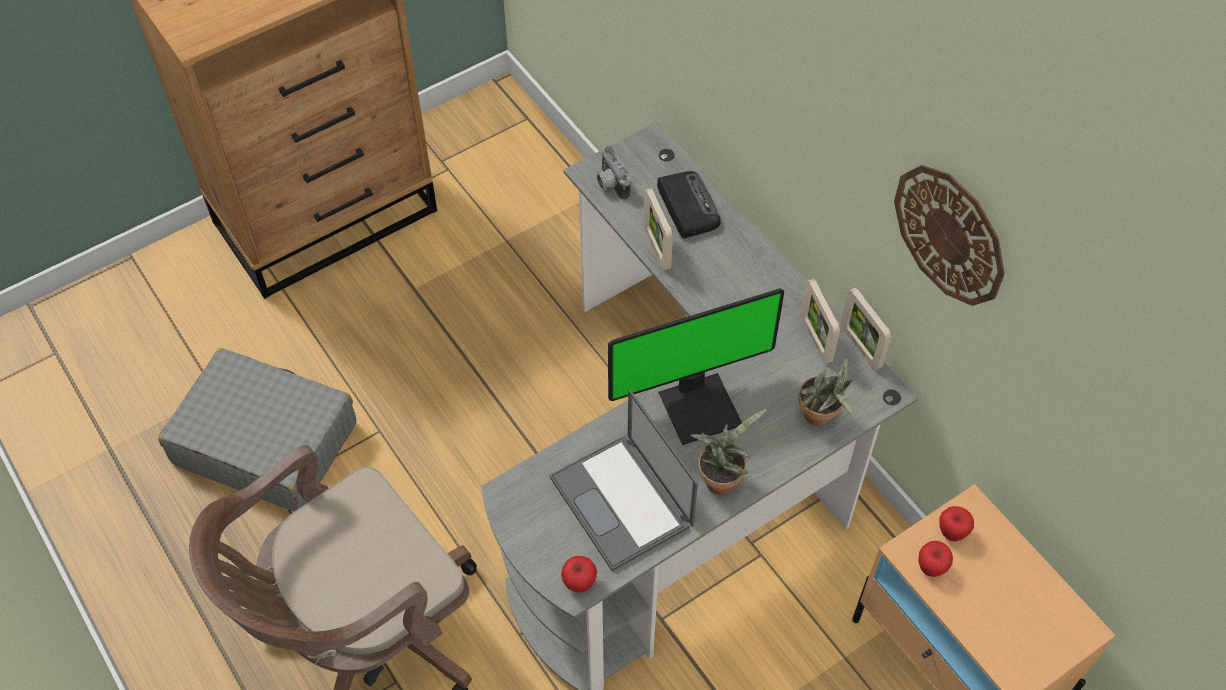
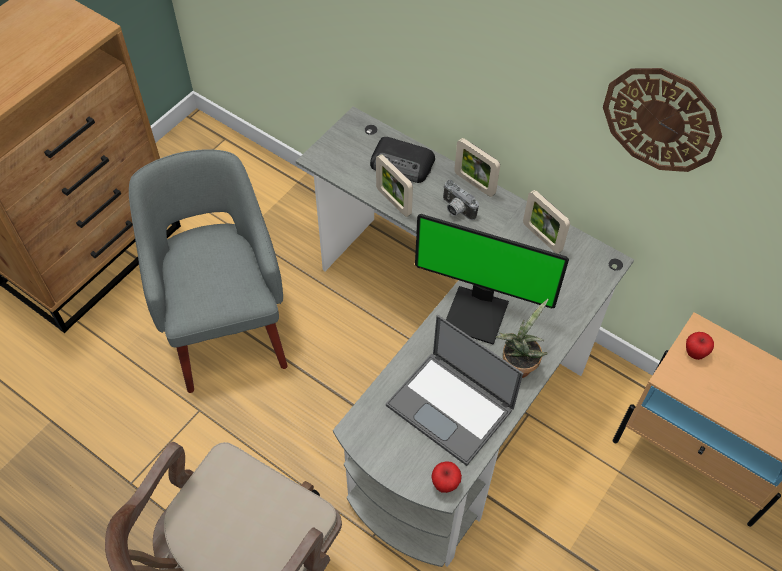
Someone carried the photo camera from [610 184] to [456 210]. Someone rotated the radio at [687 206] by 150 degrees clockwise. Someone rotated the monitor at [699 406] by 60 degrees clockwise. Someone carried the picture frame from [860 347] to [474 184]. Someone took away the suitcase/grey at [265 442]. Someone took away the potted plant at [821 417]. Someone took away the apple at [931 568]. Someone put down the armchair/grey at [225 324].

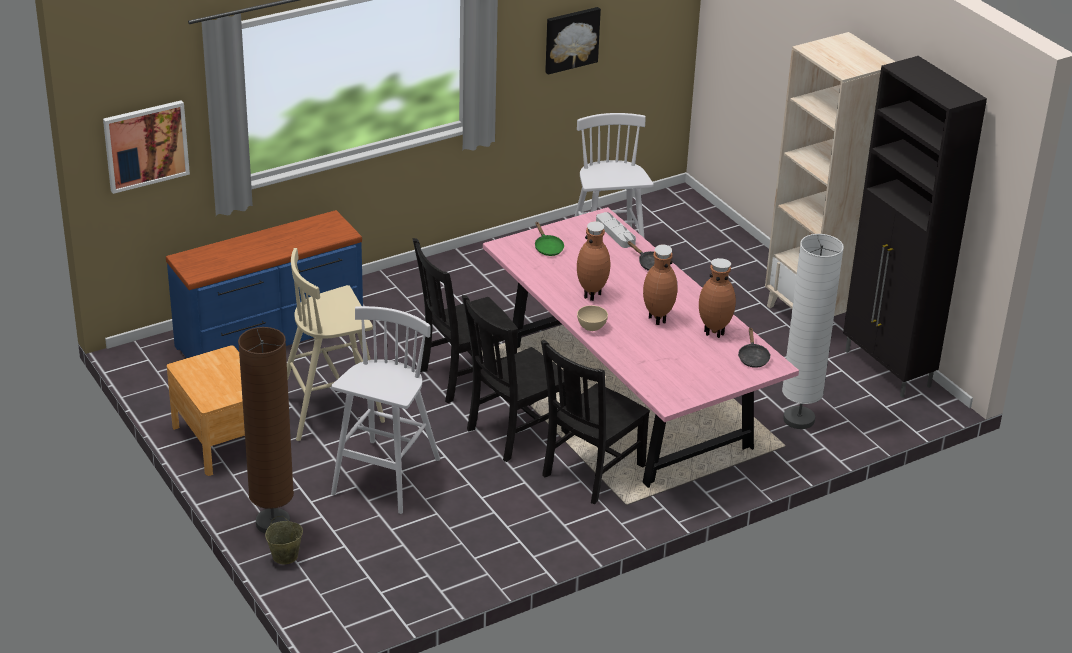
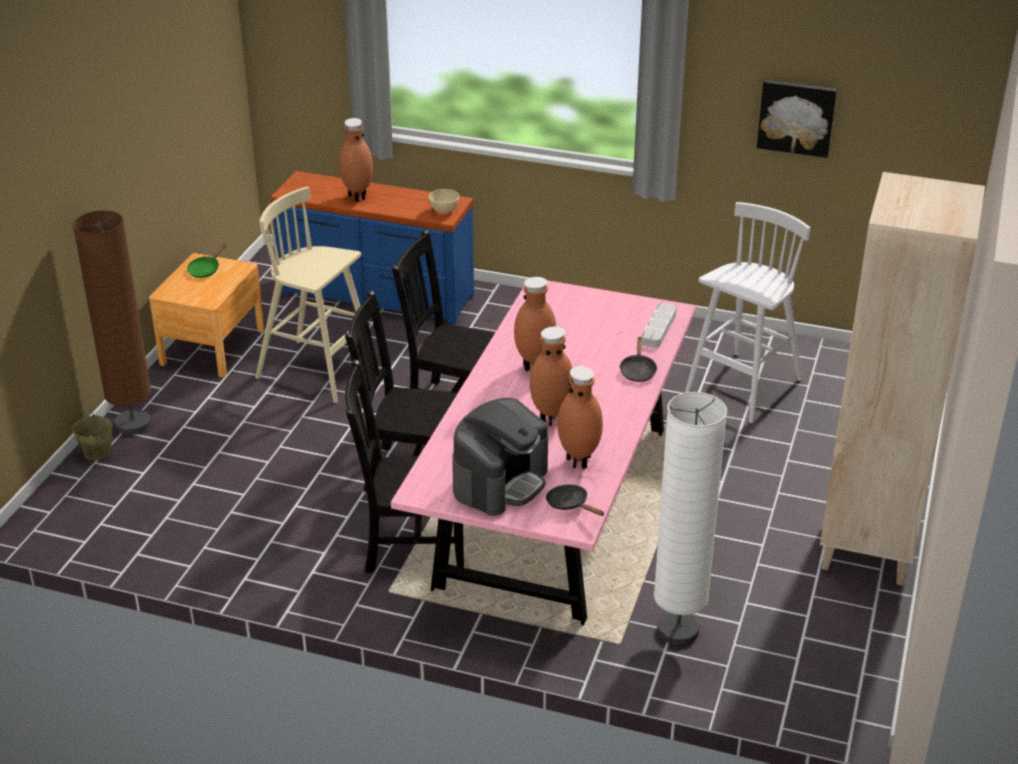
Someone took away the cabinet/black at [887 370]. Someone took away the picture at [146 145]. Someone carried the frying pan/green from [547 248] to [206 270]. Someone carried the bowl/beige from [591 327] to [444 210]. Someone took away the stool/white at [385 478]. Someone rotated the frying pan/black at [753 357] by 90 degrees clockwise. Someone put down the vase/brown at [357 196]. Someone put down the coffee machine at [500 481].

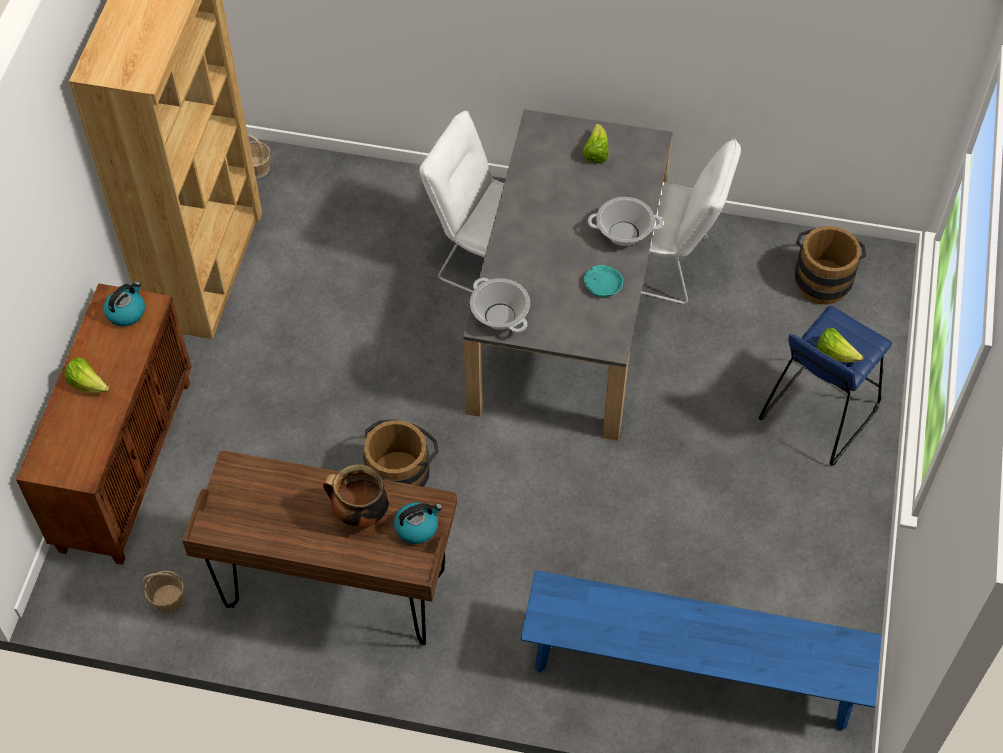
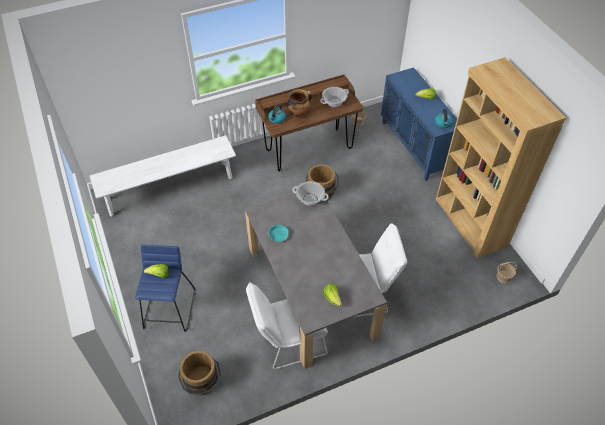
Someone carried the cooking pot from [624 233] to [334 102]. Someone repainted the cabinet/brown at [125 464], which became the cabinet/blue at [415 147]. Someone repainted the bench/blue at [692 672], which became the bench/white at [169 188].

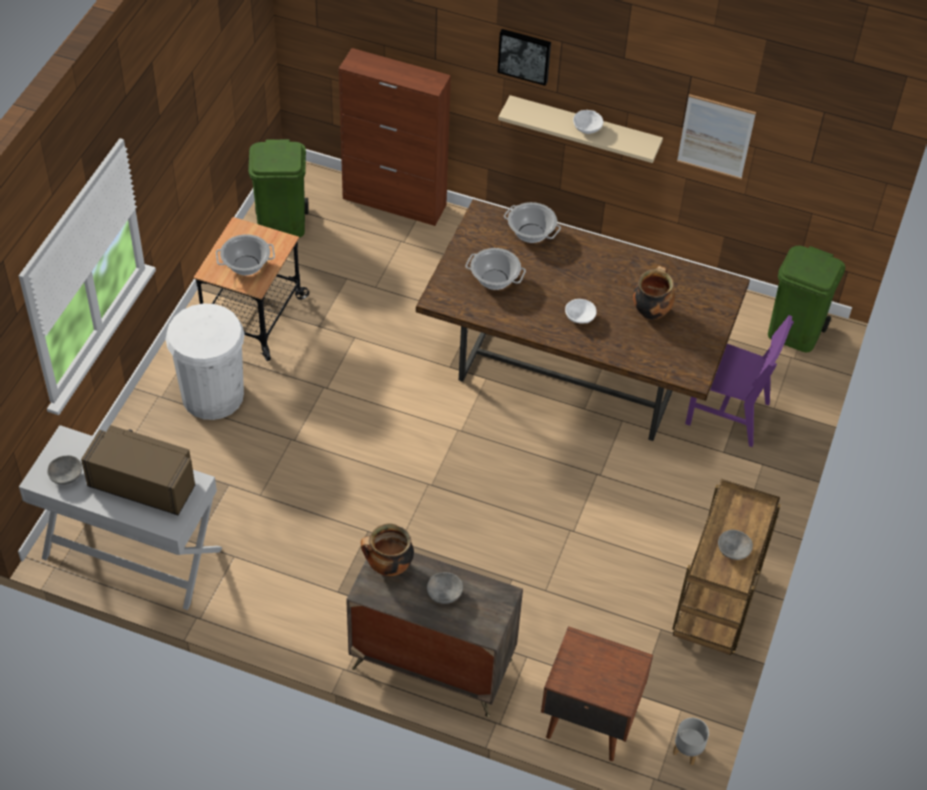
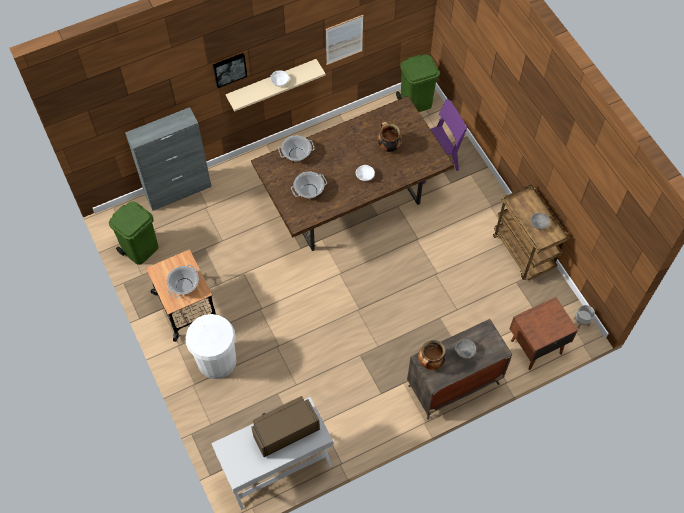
Someone repainted the cabinet/brown at [395 202], which became the cabinet/grey at [178 191]. Someone took away the bowl/grey at [67 476].

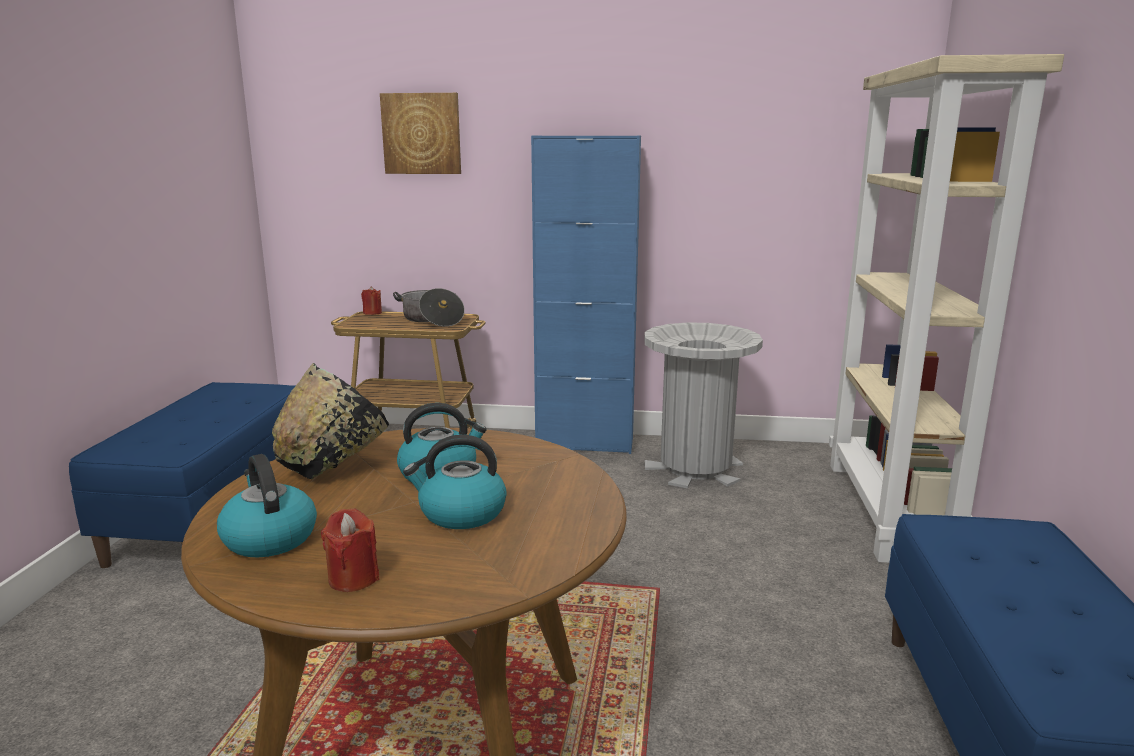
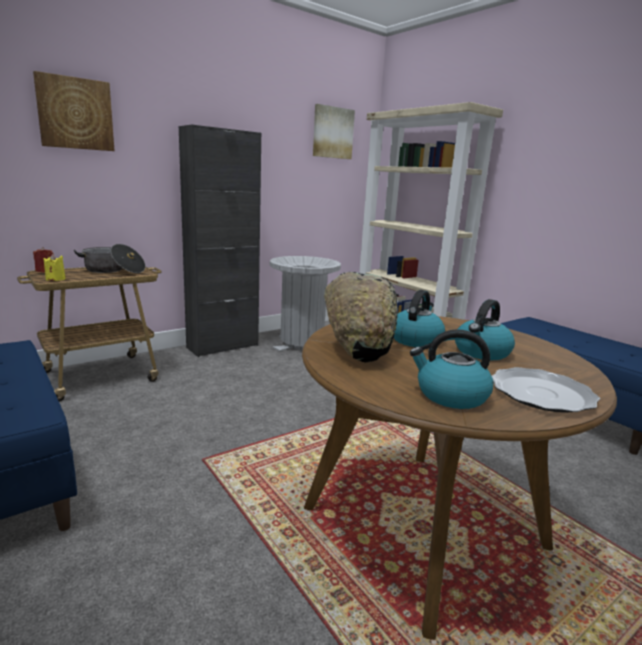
Someone repainted the cabinet/blue at [585 443], which became the cabinet/black at [222 346]. Someone swapped the candle/red at [353 578] for the plate at [541 393]. Someone put up the picture at [332 132]. Someone put down the candle/yellow at [55 279].

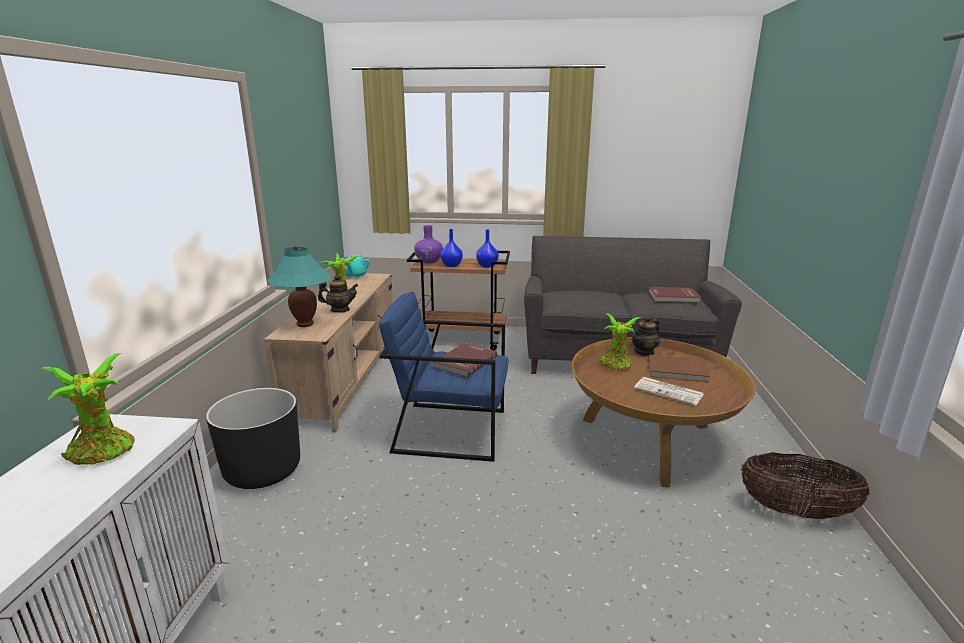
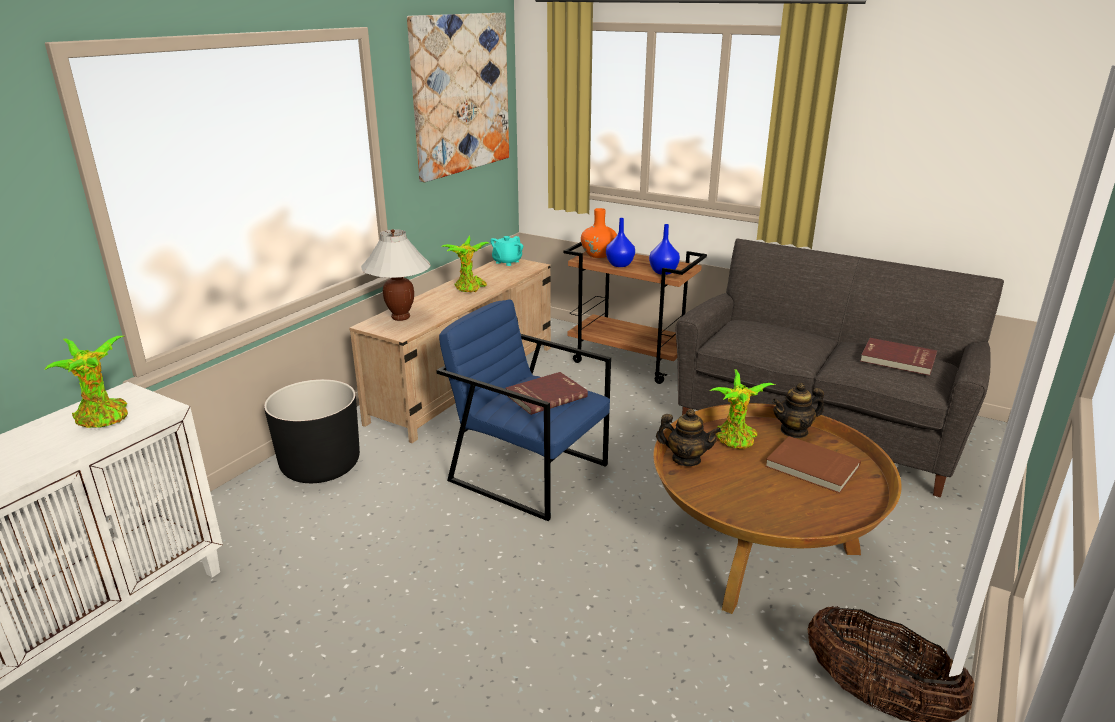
Someone repainted the vase/purple at [429 261], which became the vase/orange at [598 254]. Someone repainted the table lamp/turquoise at [305 324], which became the table lamp/white at [400 317]. Someone carried the teapot from [340 310] to [686 459]. Someone took away the newspaper at [669 391]. Someone put up the picture at [461 94].

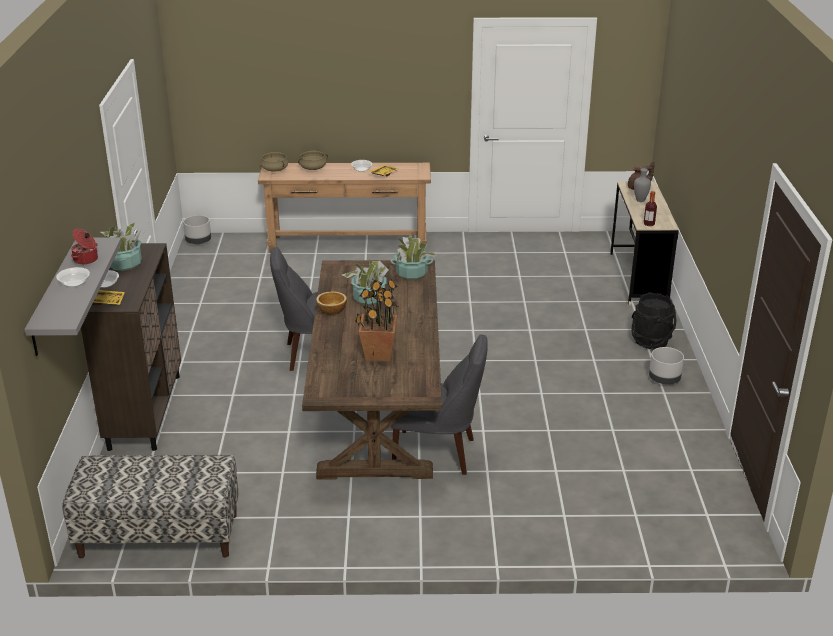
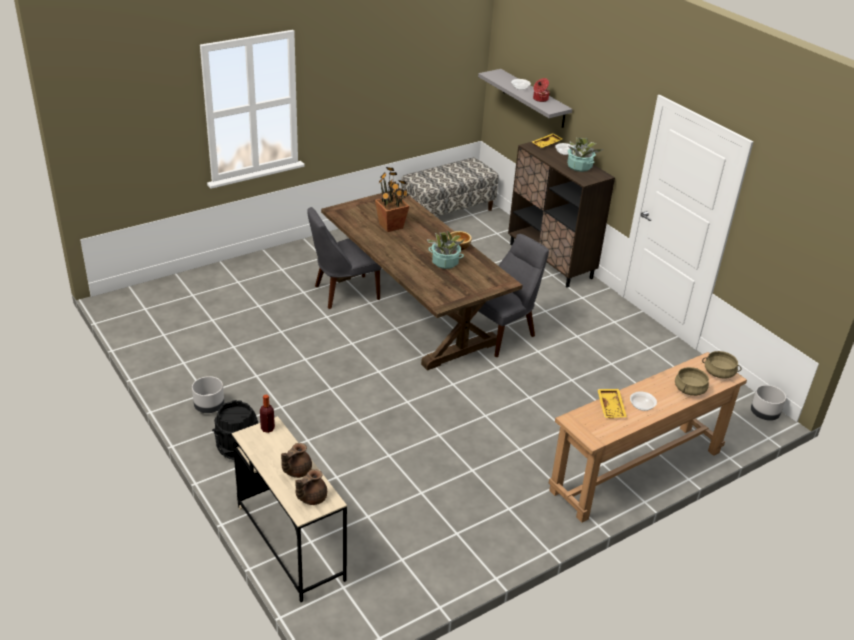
Someone swapped the vase/grey at [641 201] for the teapot/brown at [296 471]. Someone took away the potted plant at [411 273].

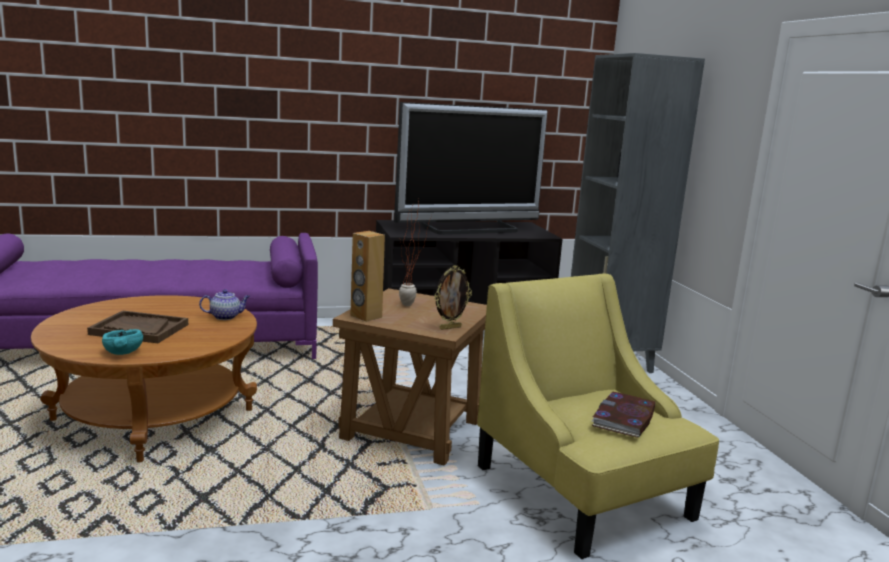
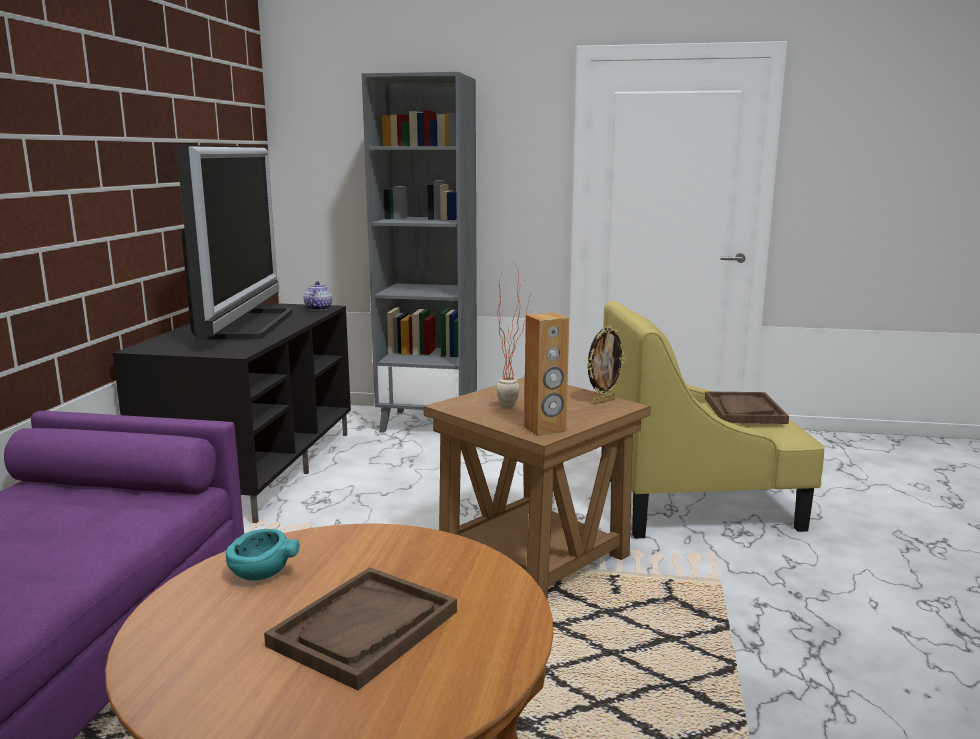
Someone rotated the picture frame at [450 327] by 60 degrees clockwise. Someone carried the teapot from [226 317] to [318 308]. Someone carried the bowl/turquoise from [122 352] to [260 574]. Someone swapped the book at [624 418] for the tray/brown at [744 410].

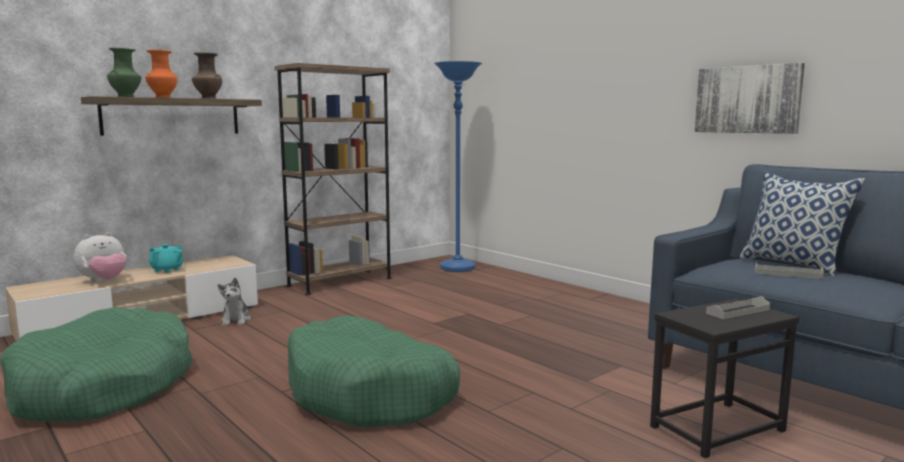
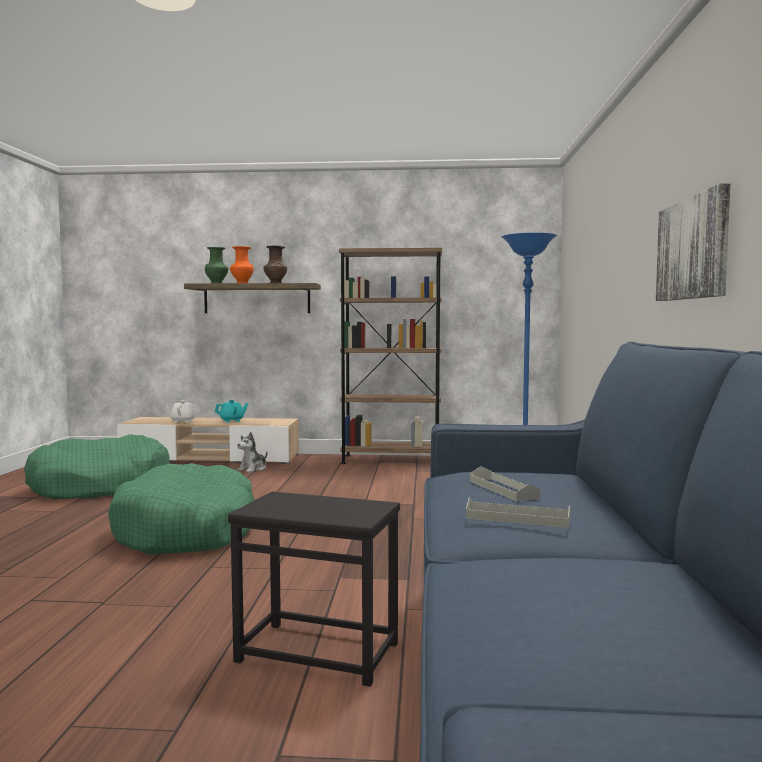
Someone took away the pillow at [793 265]. Someone swapped the plush toy at [104 281] for the teapot/white at [182 421]. Someone carried the tray/grey from [738 311] to [517 518].

